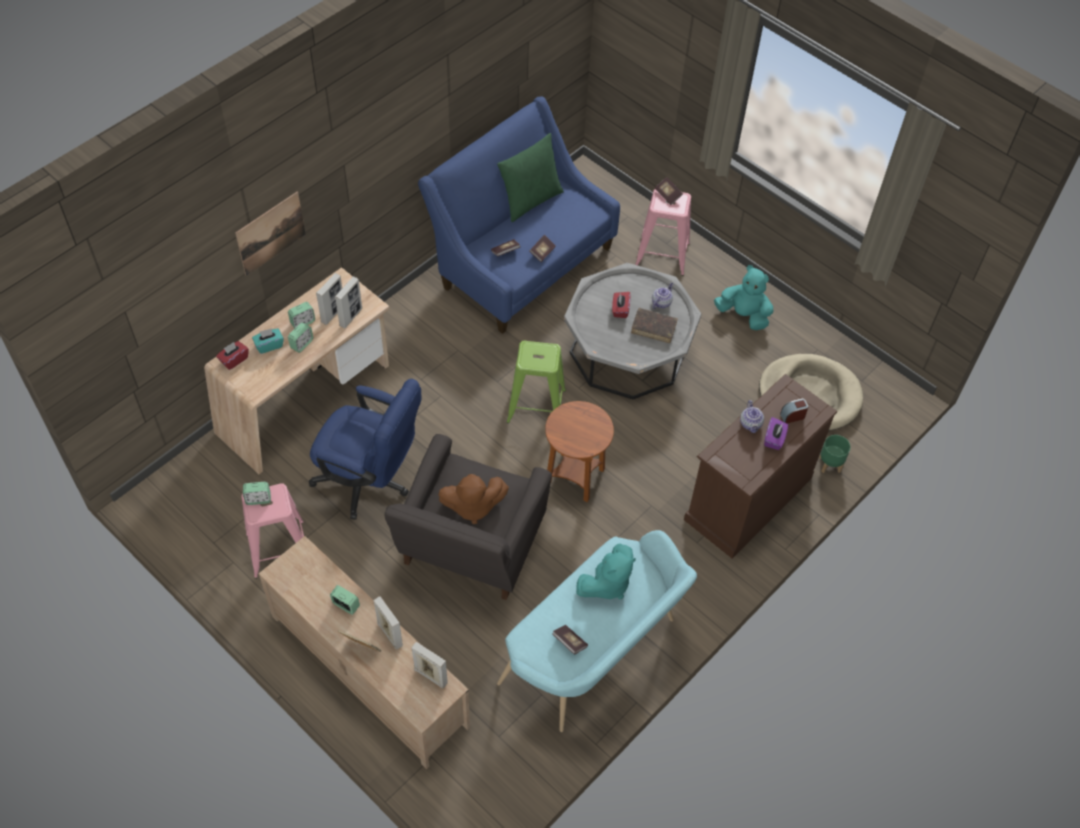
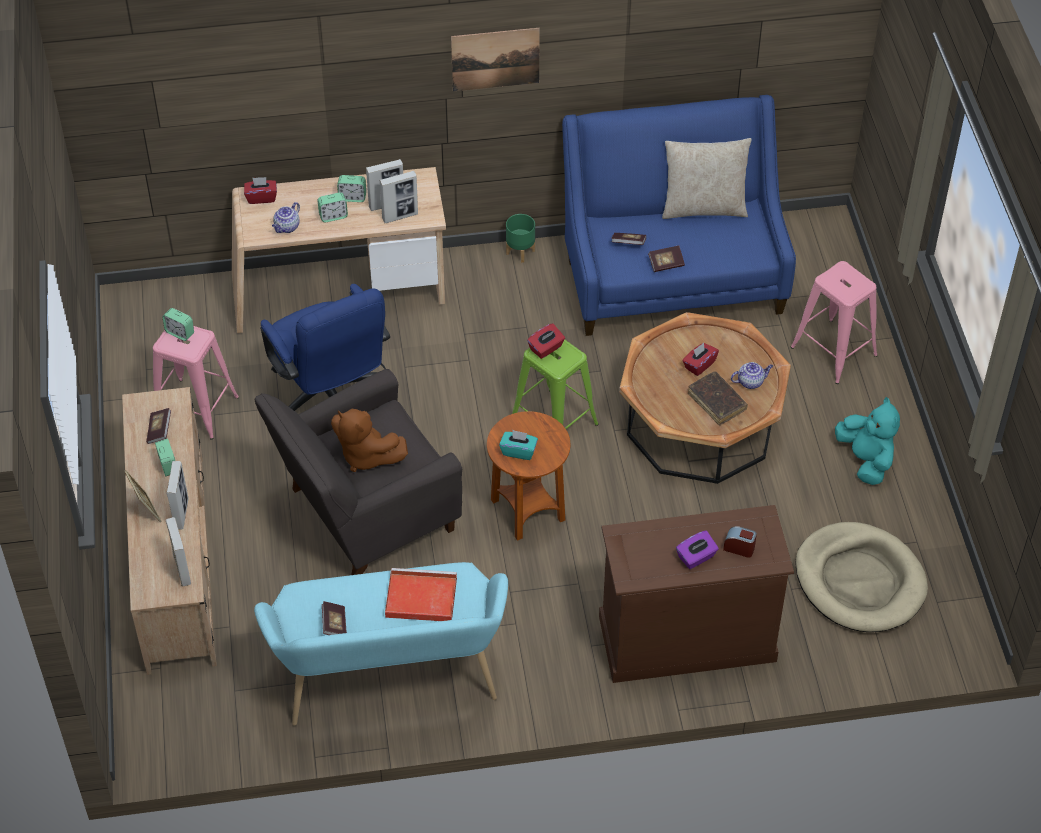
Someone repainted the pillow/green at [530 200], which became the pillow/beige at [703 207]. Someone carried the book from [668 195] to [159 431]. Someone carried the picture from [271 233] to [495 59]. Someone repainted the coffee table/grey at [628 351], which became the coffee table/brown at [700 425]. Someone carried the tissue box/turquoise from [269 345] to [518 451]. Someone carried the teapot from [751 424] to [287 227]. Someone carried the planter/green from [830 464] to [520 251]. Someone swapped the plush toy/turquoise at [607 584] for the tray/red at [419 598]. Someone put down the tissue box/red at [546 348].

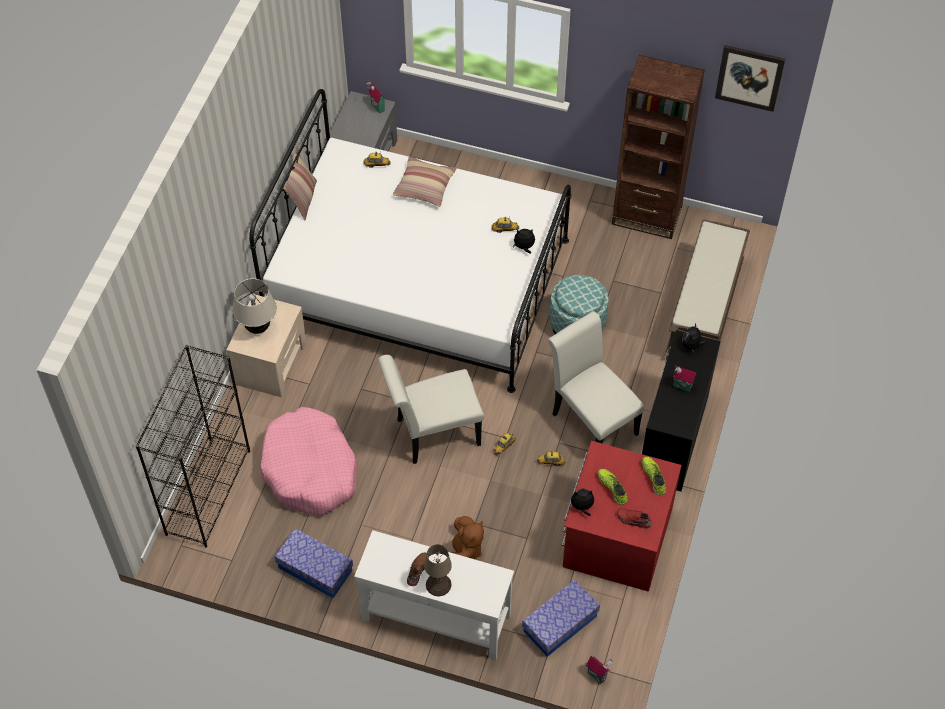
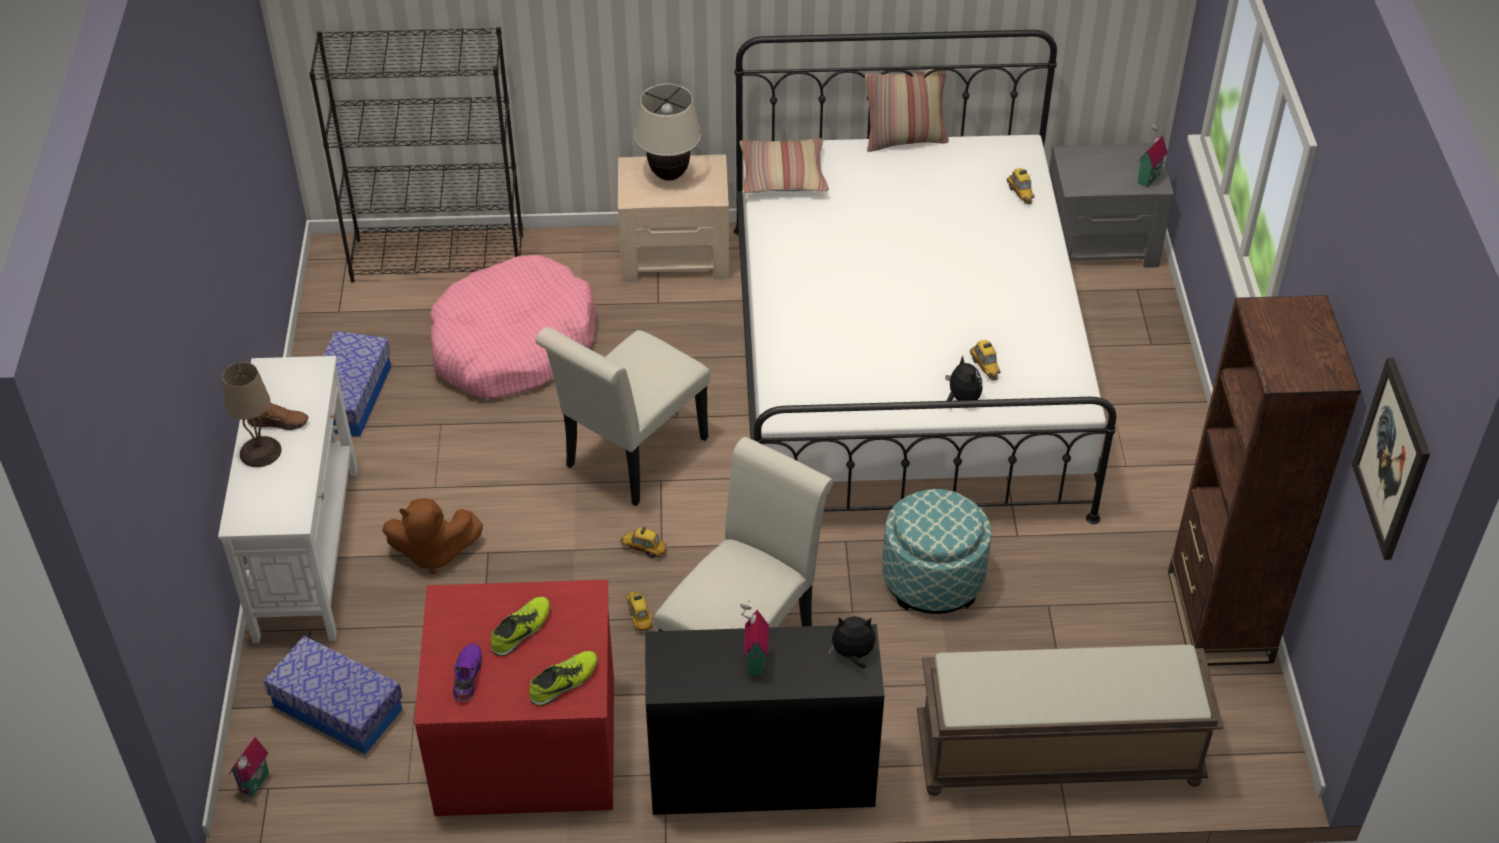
Someone carried the pillow from [424 186] to [783 175]. Someone rotated the chair/white at [432 434] by 105 degrees counterclockwise. Someone took away the plush toy at [582 507]. Someone repainted the shoe/red at [633 520], which became the shoe/purple at [466 675].

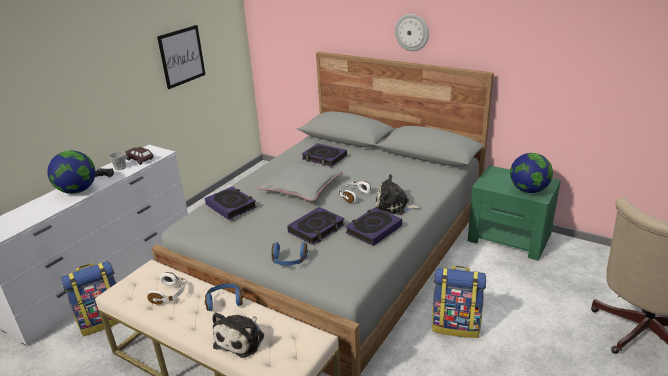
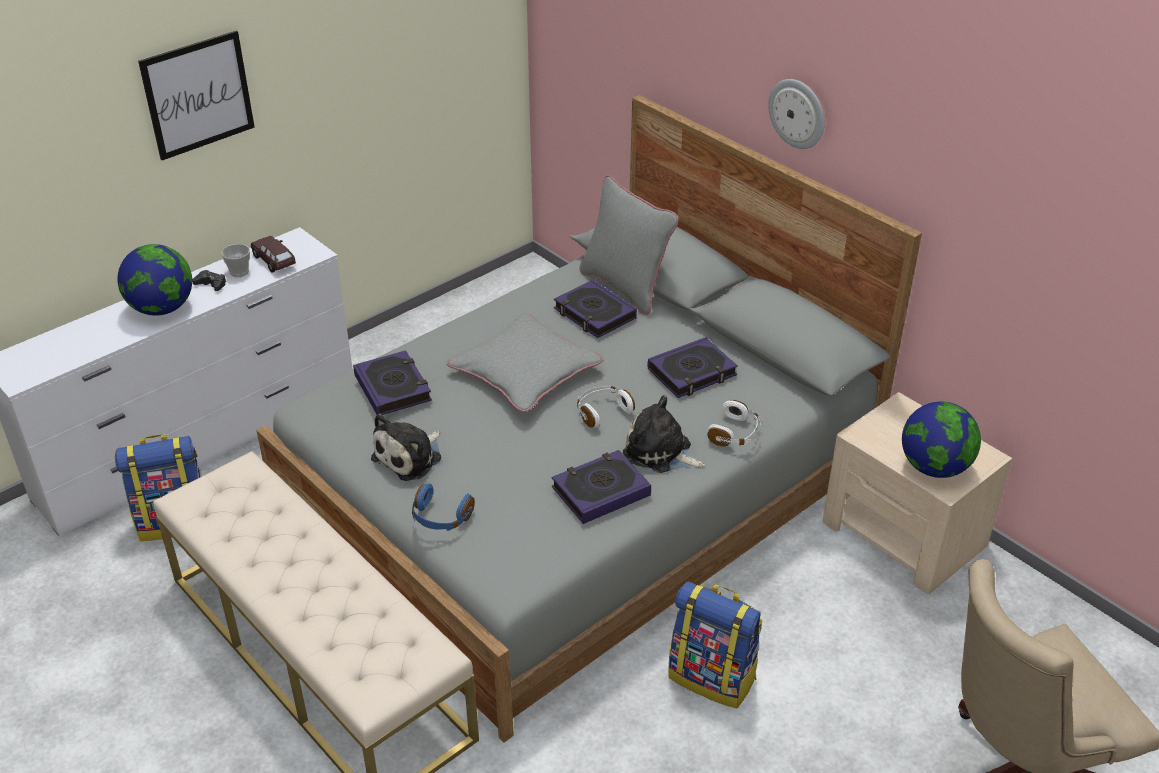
Someone carried the picture from [182 56] to [198 95]. Someone repainted the nightstand/green at [509 237], which became the nightstand/beige at [904 534]. Someone carried the book from [316 229] to [692 373]. Someone carried the headphones/white from [170 294] to [736 434]. Someone took away the headphones/blue at [224 301]. Someone carried the plush toy from [241 339] to [410 457]. Someone put down the pillow/grey at [625 287].

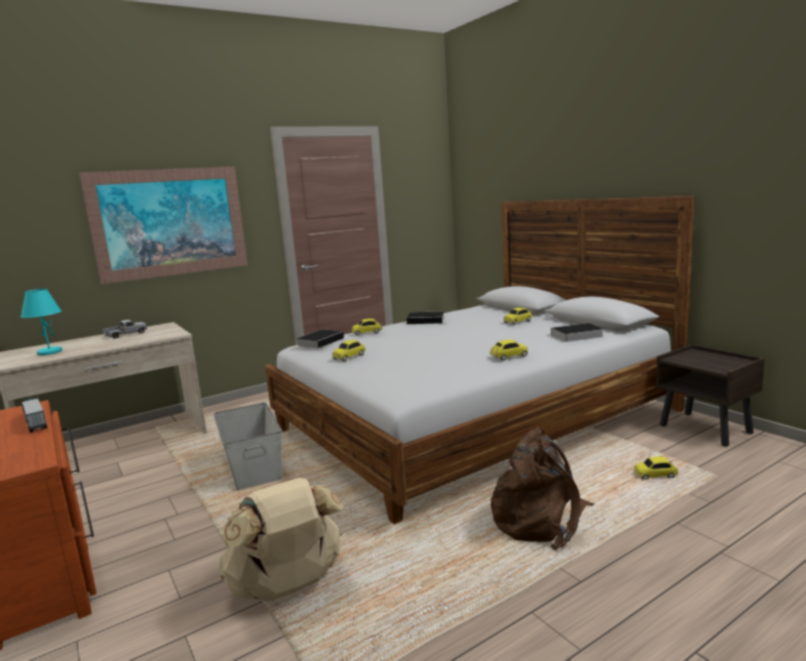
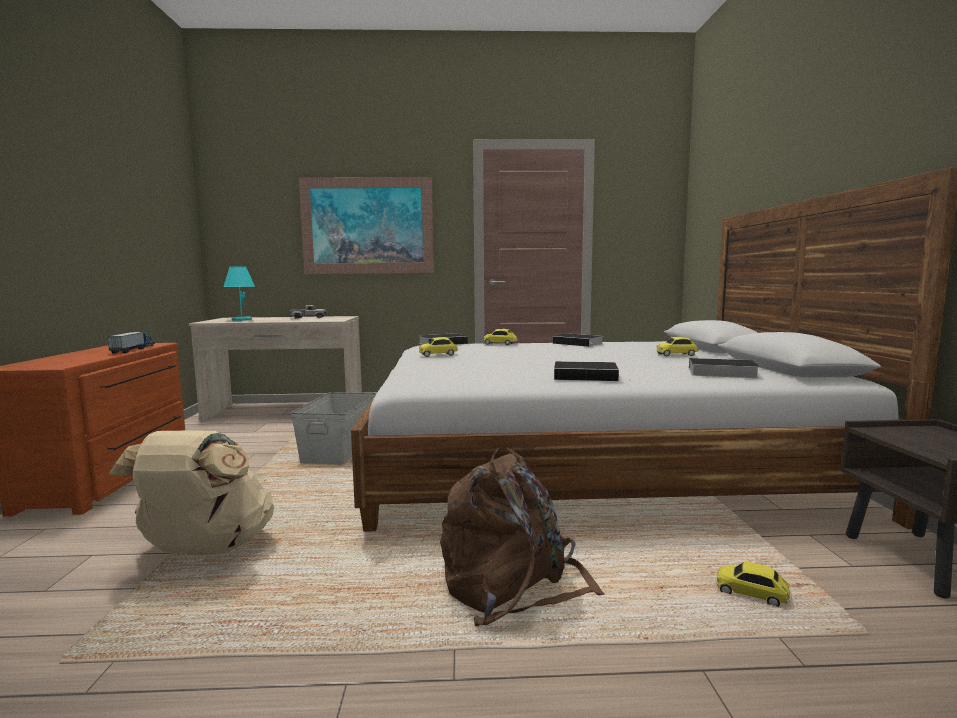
Someone swapped the toy car at [508 357] for the book at [587 376].

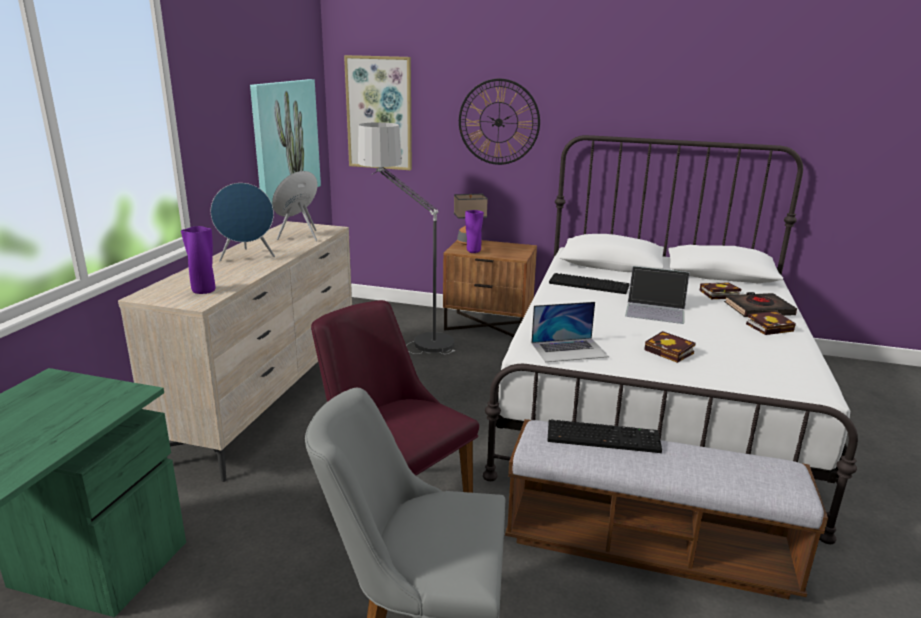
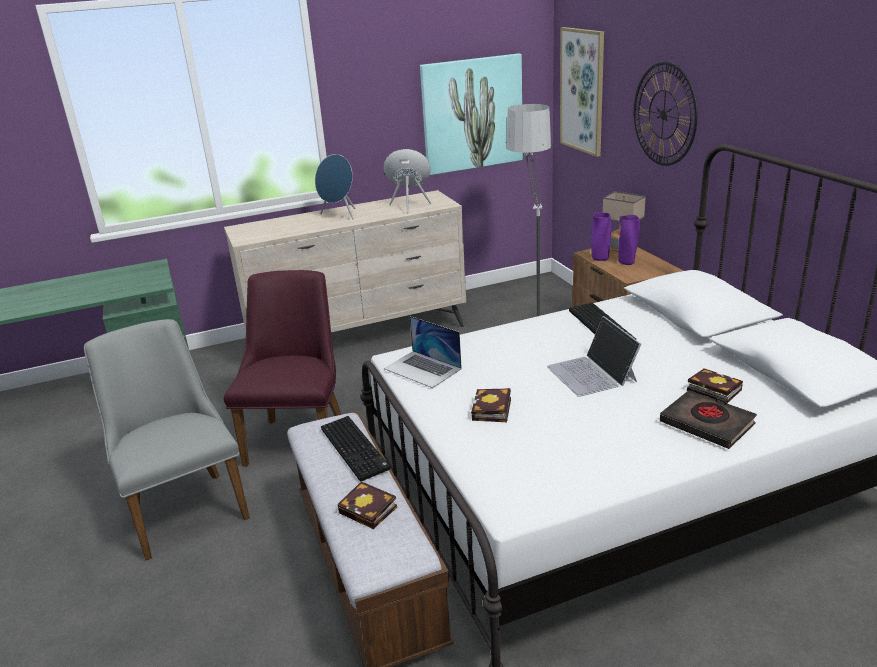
Someone carried the vase/purple from [204 291] to [627 262]. Someone carried the book from [770 327] to [370 510].

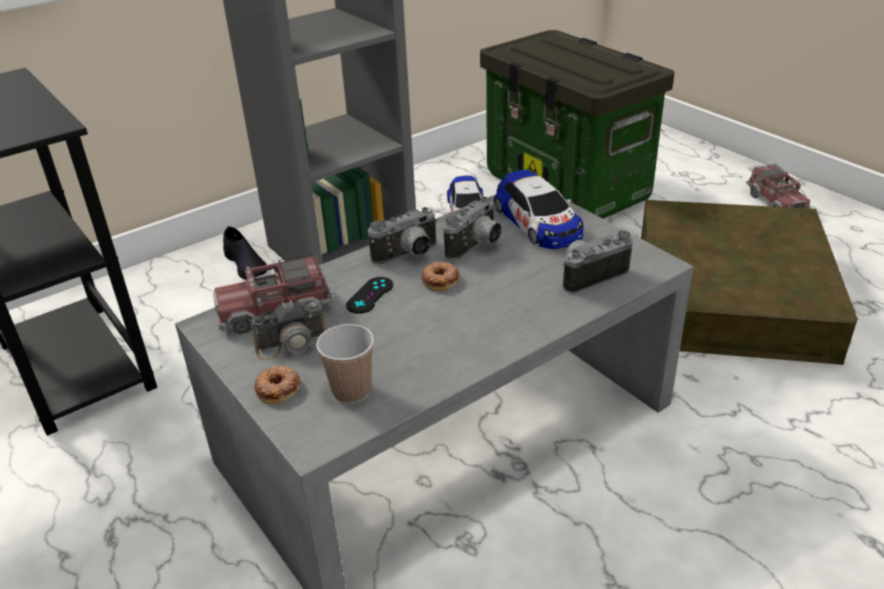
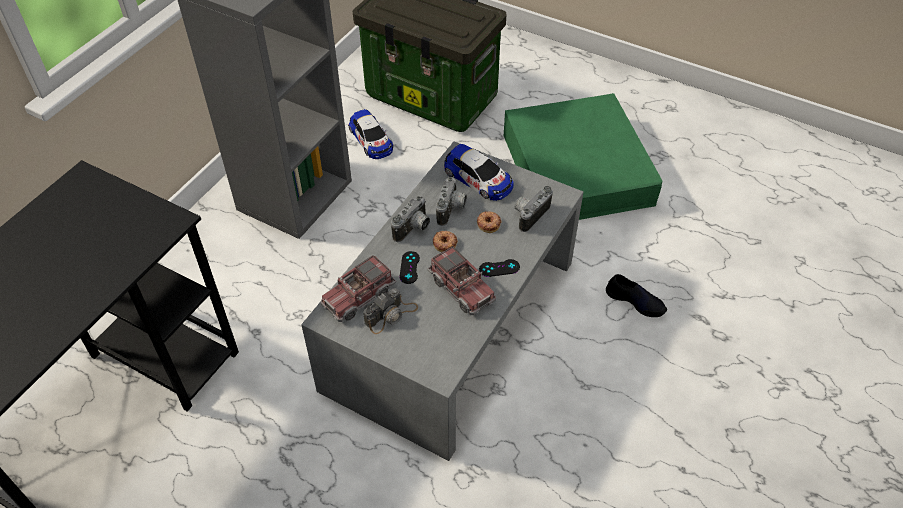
Someone carried the toy truck from [776 202] to [461 288]. Someone repainted the storage box/brown at [731 295], which became the storage box/green at [577 169]. Someone carried the shoe/black from [246 265] to [635 301]. Someone took away the cup at [351 391]. Someone carried the donut from [278 388] to [489 223]. Someone put down the game controller/black at [499 268].

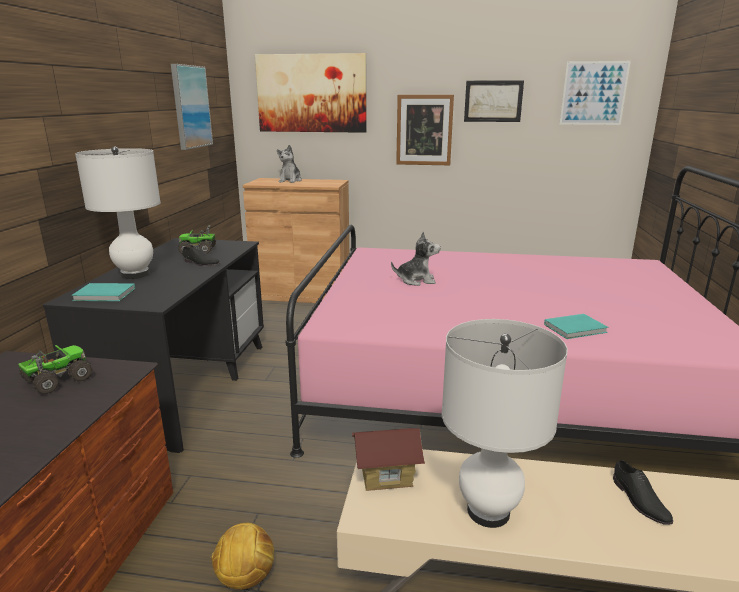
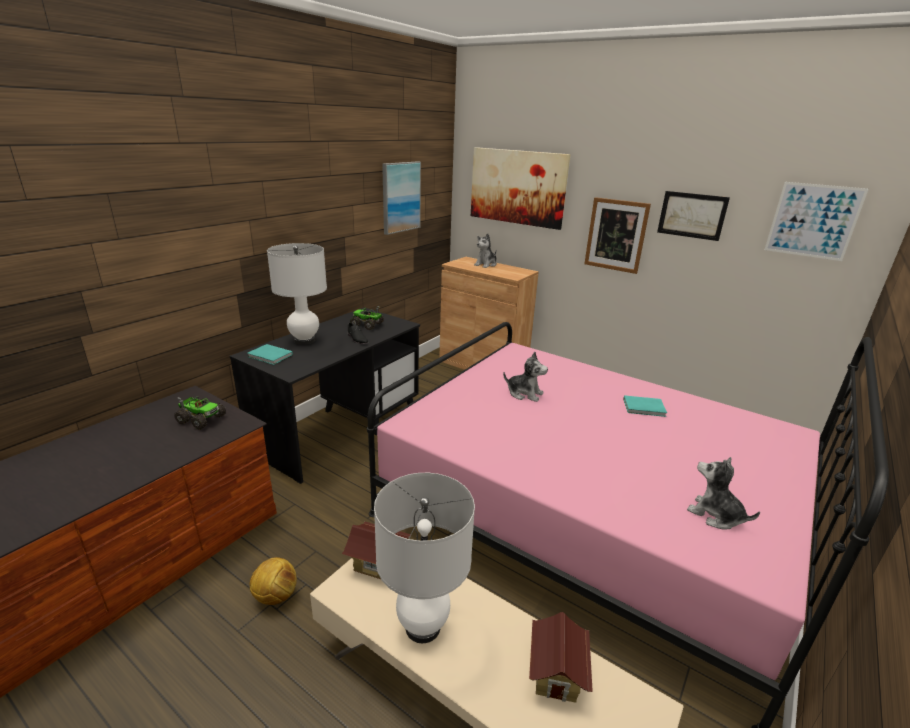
Someone carried the book/turquoise from [576 328] to [645 408]. Someone rotated the toy truck at [56 380] by 45 degrees clockwise. Someone swapped the shoe/black at [639 500] for the toy house at [556 675]. Someone put down the plush toy at [715 515].

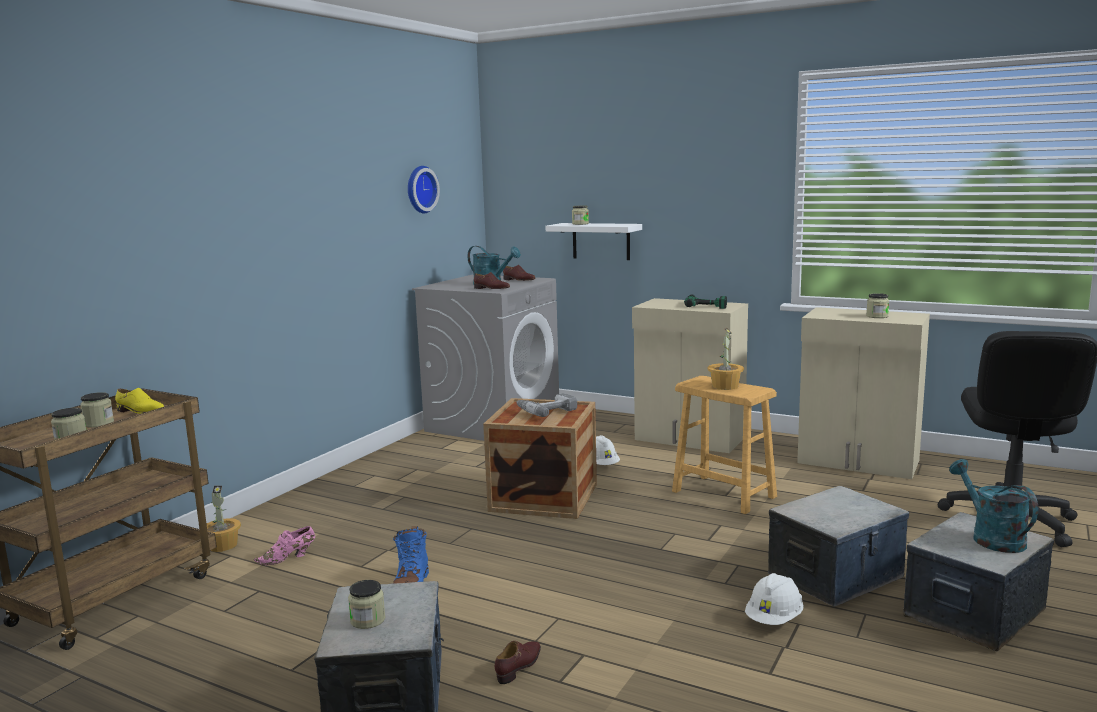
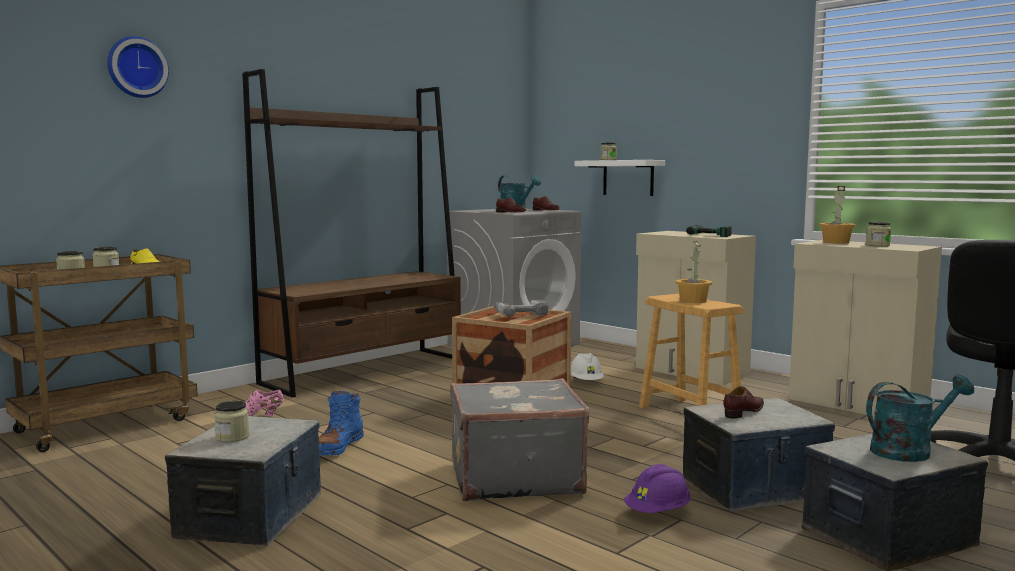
Someone carried the wall clock from [419 189] to [136 67]. Someone rotated the watering can/turquoise at [991 537] by 75 degrees clockwise. Someone carried the potted plant from [223 545] to [836 242]. Someone repainted the hard hat/white at [774 619], which became the hard hat/purple at [658 513]. Someone carried the shoe/brown from [519 666] to [744 412]. Someone put down the bookcase/brown at [365 371]. Someone put down the suitcase/grey at [514 478].

